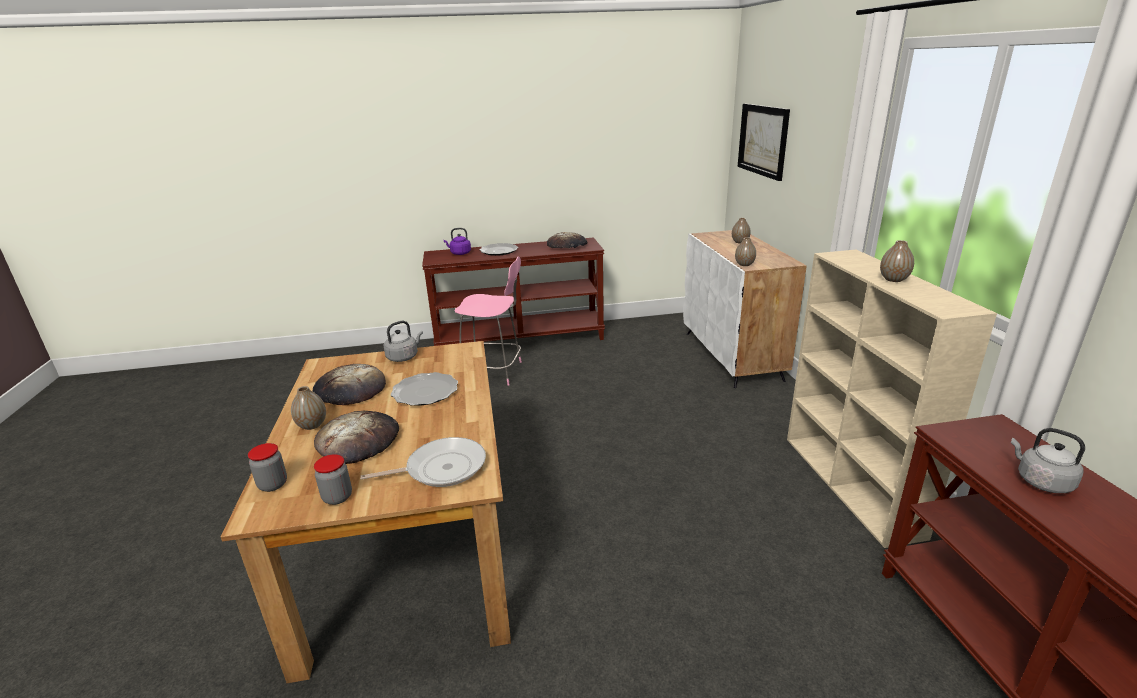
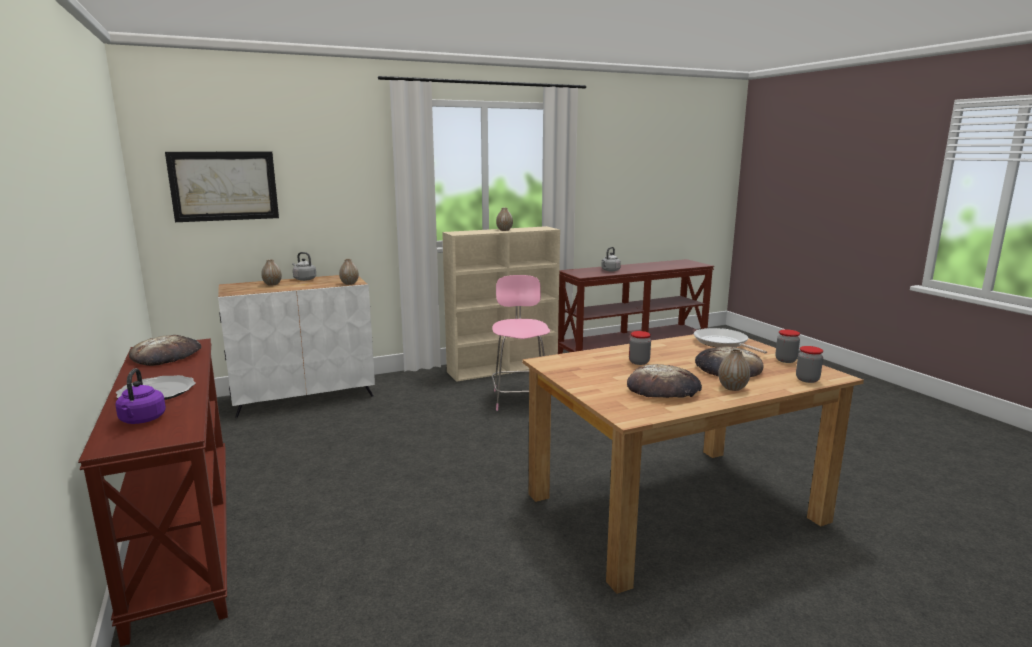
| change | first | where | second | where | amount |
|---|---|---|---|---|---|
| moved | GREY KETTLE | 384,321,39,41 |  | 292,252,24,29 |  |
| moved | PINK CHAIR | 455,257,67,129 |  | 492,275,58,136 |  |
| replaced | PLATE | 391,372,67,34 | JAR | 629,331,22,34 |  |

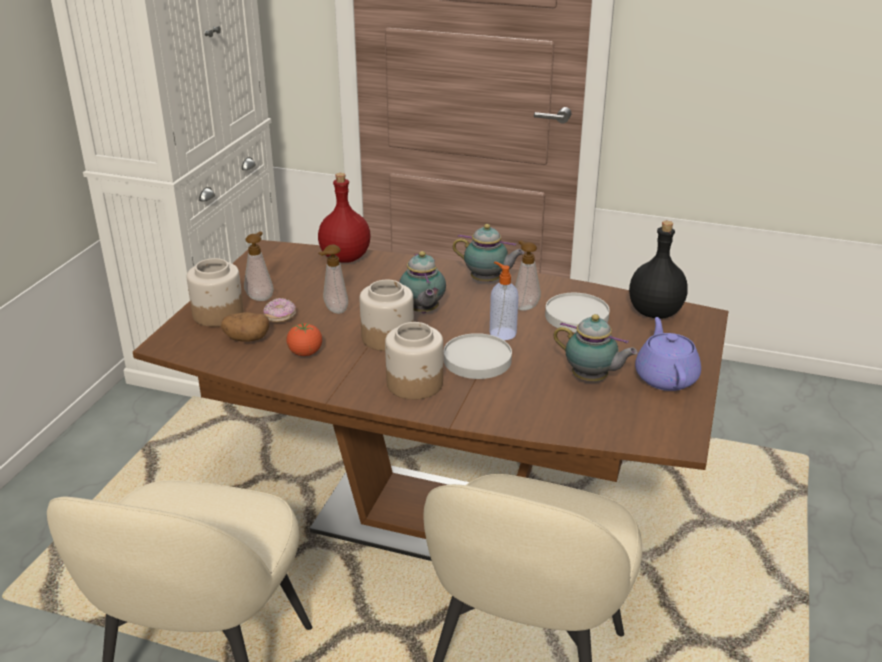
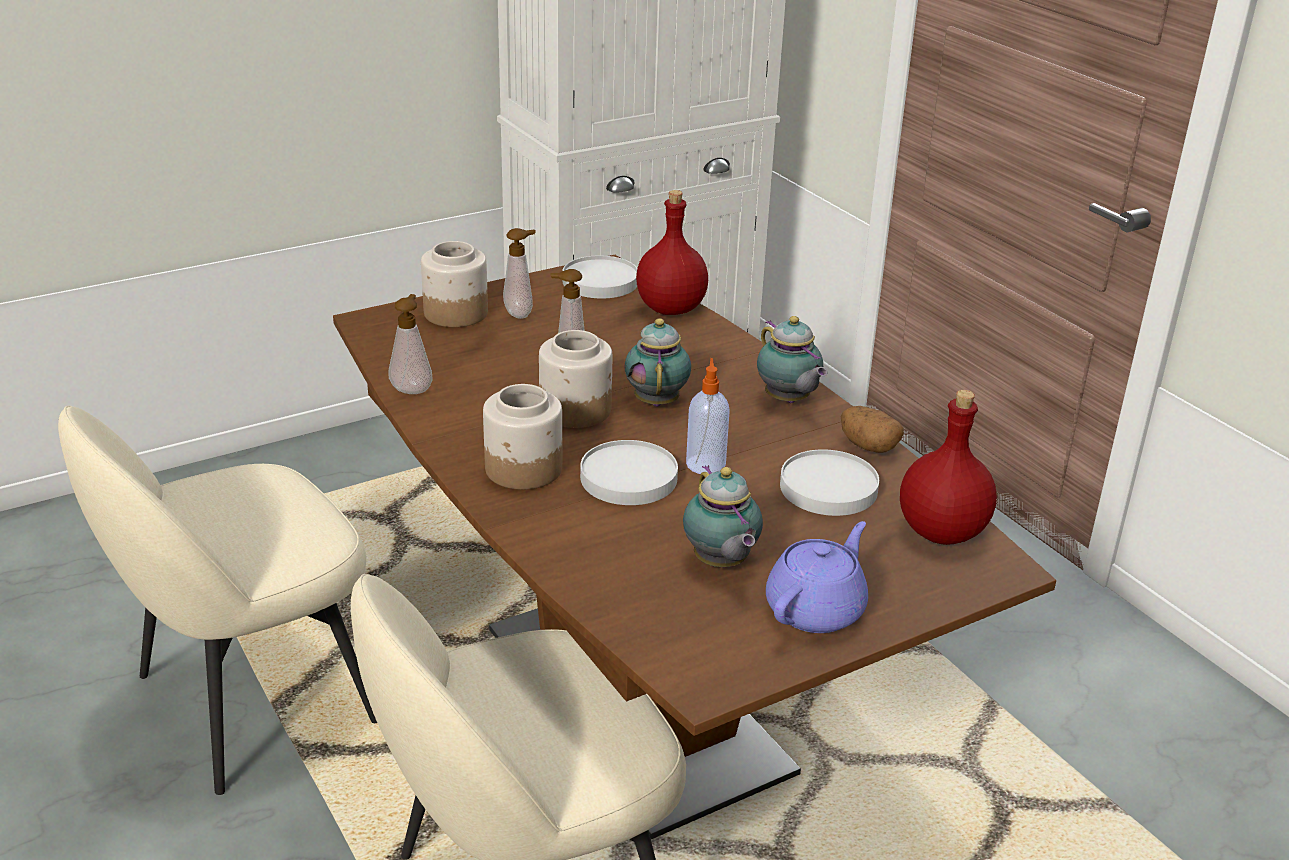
| change | first | where | second | where | amount |
|---|---|---|---|---|---|
| removed | DONUT | 263,298,33,25 |  |  |  |
| removed | TOMATO | 287,323,35,33 |  |  |  |
| added |  |  | WHITE PLATE | 563,255,74,44 |  |
| moved | POTATO | 221,312,48,30 |  | 841,406,63,47 |  |
| moved | SOAP DISPENSER | 515,240,26,71 |  | 389,294,43,100 |  |
| recoloured | BLACK BOTTLE | 629,221,59,98 | RED BOTTLE | 900,390,97,155 |  |
| turned | TEAPOT | 400,251,46,62 |  | 624,318,67,89 | 150 degrees clockwise |

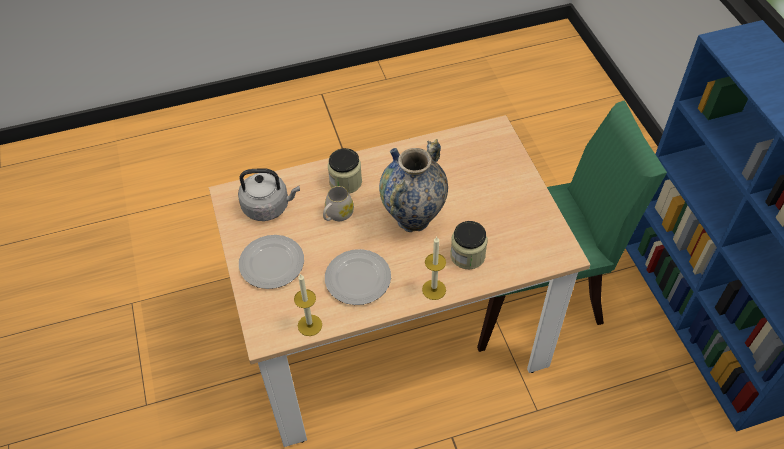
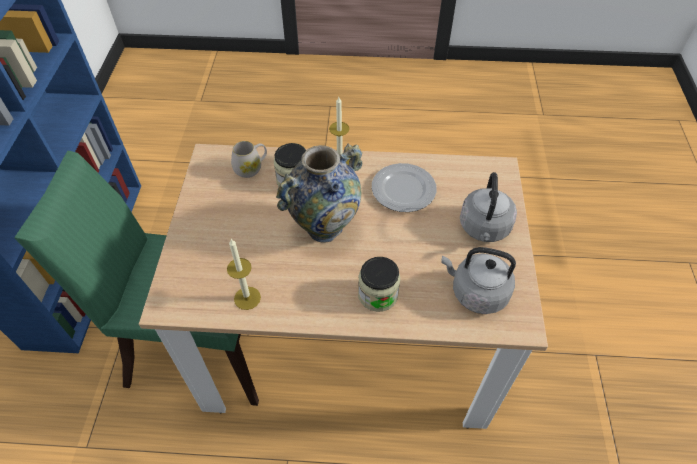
| change | first | where | second | where | amount |
|---|---|---|---|---|---|
| moved | CANDLE | 294,274,28,62 |  | 227,239,34,71 |  |
| moved | WHITE MUG | 323,186,31,35 |  | 231,141,36,37 |  |
| replaced | PLATE | 239,235,65,54 | GREY KETTLE | 460,172,57,70 |  |

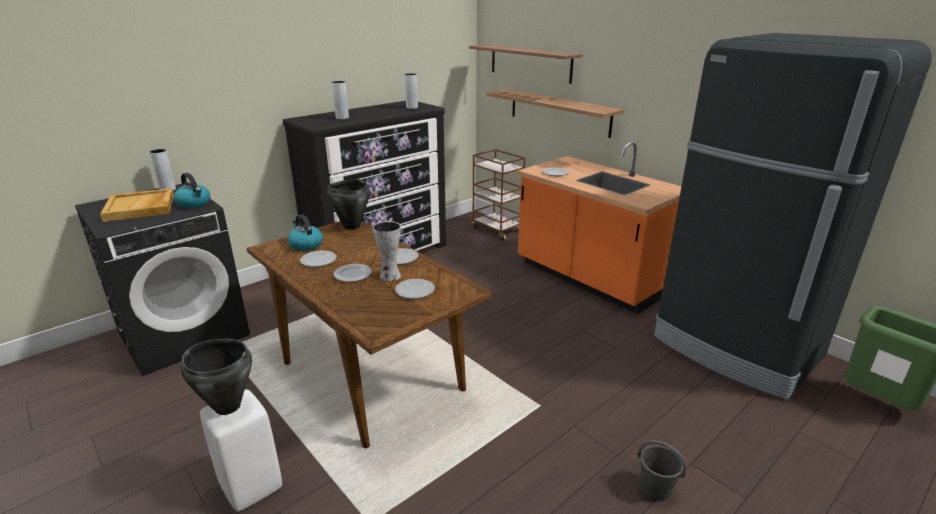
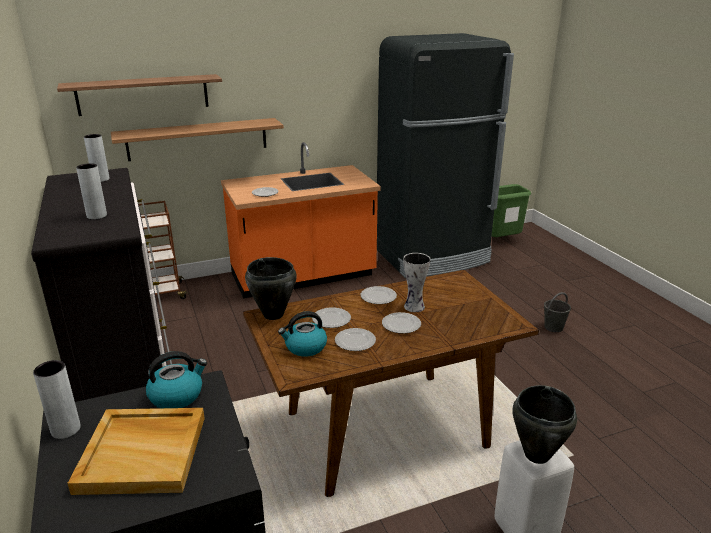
| change | first | where | second | where | amount |
|---|---|---|---|---|---|
| moved | PLATE | 395,279,40,20 |  | 312,307,39,21 |  |

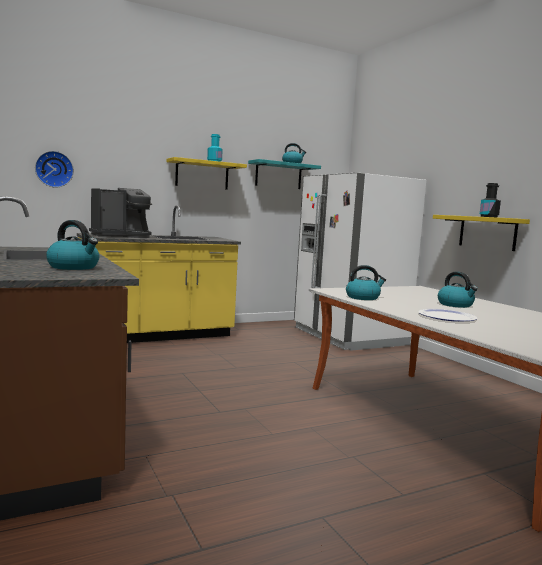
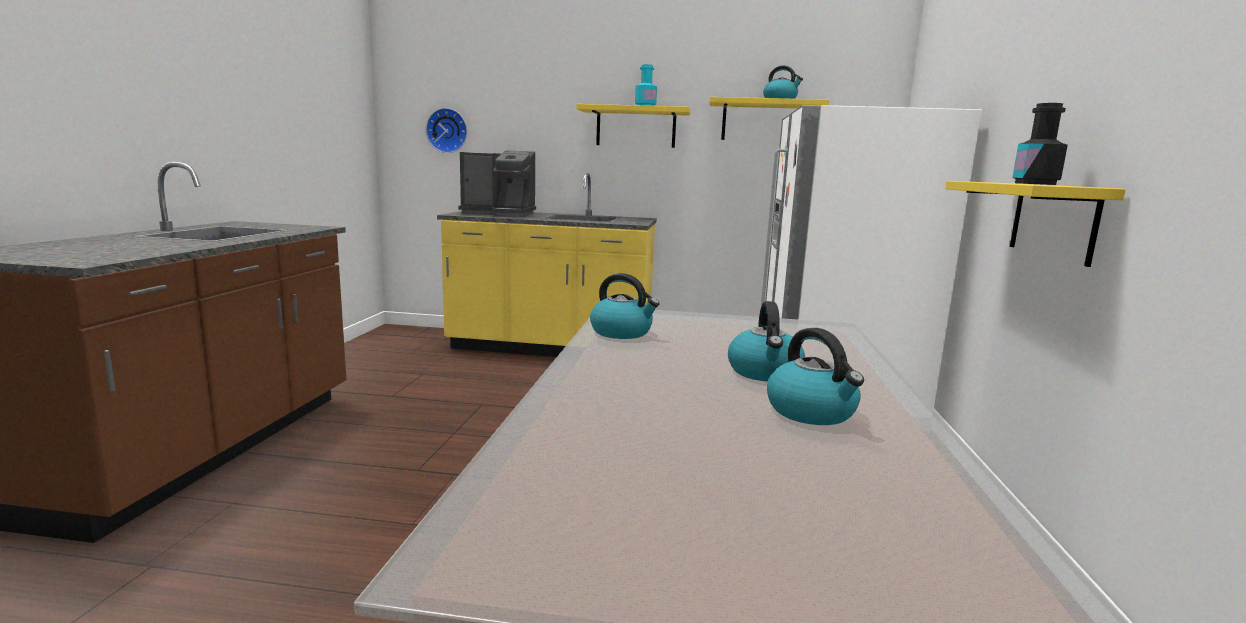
| change | first | where | second | where | amount |
|---|---|---|---|---|---|
| removed | PLATE | 418,309,59,13 |  |  |  |
| moved | KETTLE | 46,220,53,50 |  | 767,328,97,97 |  |
| recoloured | TURQUOISE SHELF | 248,159,73,30 | YELLOW SHELF | 709,97,120,43 |  |

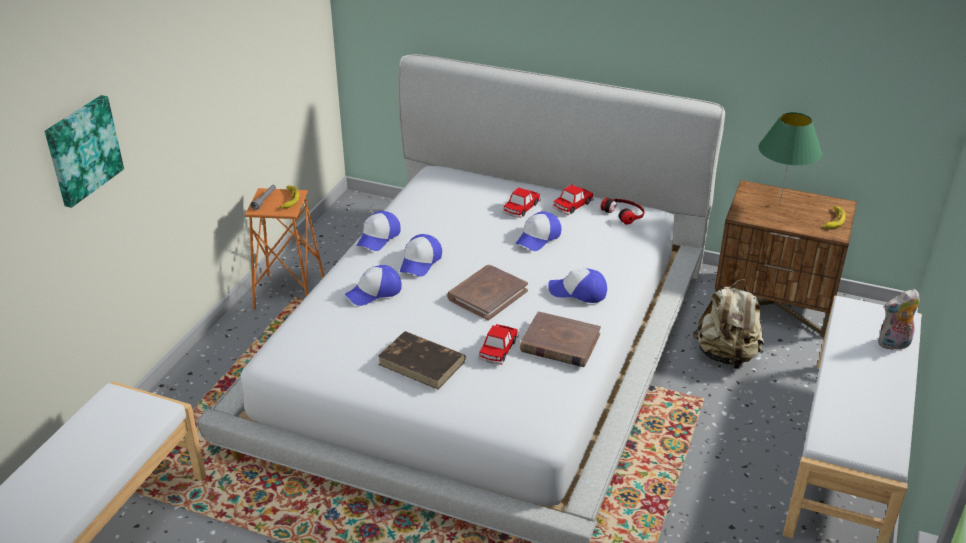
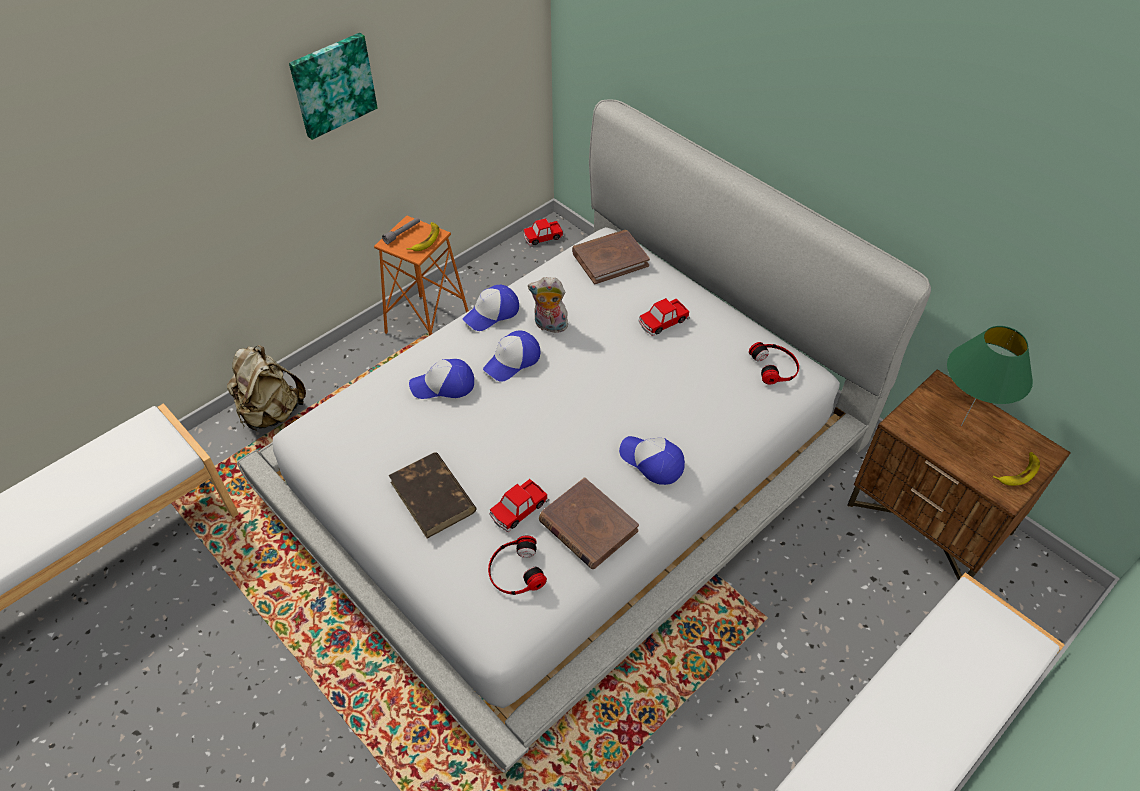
| change | first | where | second | where | amount |
|---|---|---|---|---|---|
| removed | CAP | 516,211,45,40 |  |  |  |
| added |  |  | HEADPHONES | 488,536,59,59 |  |
| moved | PICTURE | 45,95,79,113 |  | 289,33,89,107 |  |
| moved | BROWN BOOK | 447,265,81,55 |  | 572,230,78,54 |  |
| moved | TOY CAR | 552,185,42,30 |  | 523,218,41,28 |  |
| moved | BEIGE BACKPACK | 693,279,71,90 |  | 227,345,79,86 |  |
| moved | PLUSH TOY | 878,289,41,61 |  | 528,277,40,56 |  |

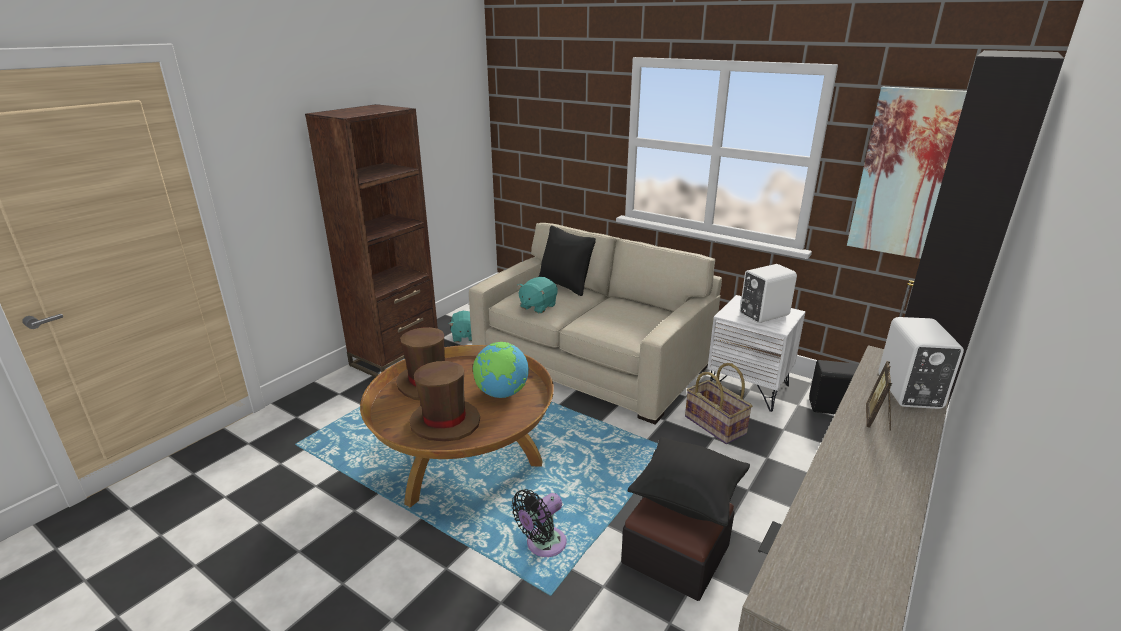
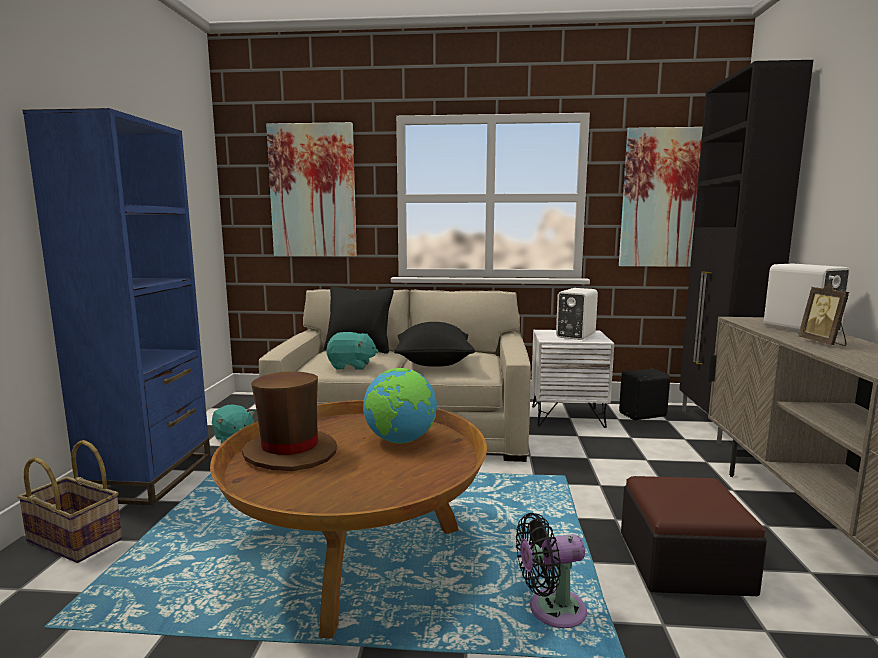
| change | first | where | second | where | amount |
|---|---|---|---|---|---|
| removed | BROWN HAT | 410,361,70,81 |  |  |  |
| added |  |  | PICTURE | 266,122,91,134 |  |
| moved | BLACK PILLOW | 628,437,122,90 |  | 394,322,81,45 |  |
| moved | BASKET | 685,363,67,81 |  | 17,440,105,123 |  |
| recoloured | BROWN BOOKCASE | 305,104,133,273 | BLUE BOOKCASE | 22,108,189,397 |  |
| turned | BLACK FAN | 512,489,54,68 |  | 516,513,71,115 | 60 degrees clockwise |
| turned | TURQUOISE PLUSH TOY | 518,277,40,37 |  | 326,332,53,38 | 90 degrees counterclockwise |

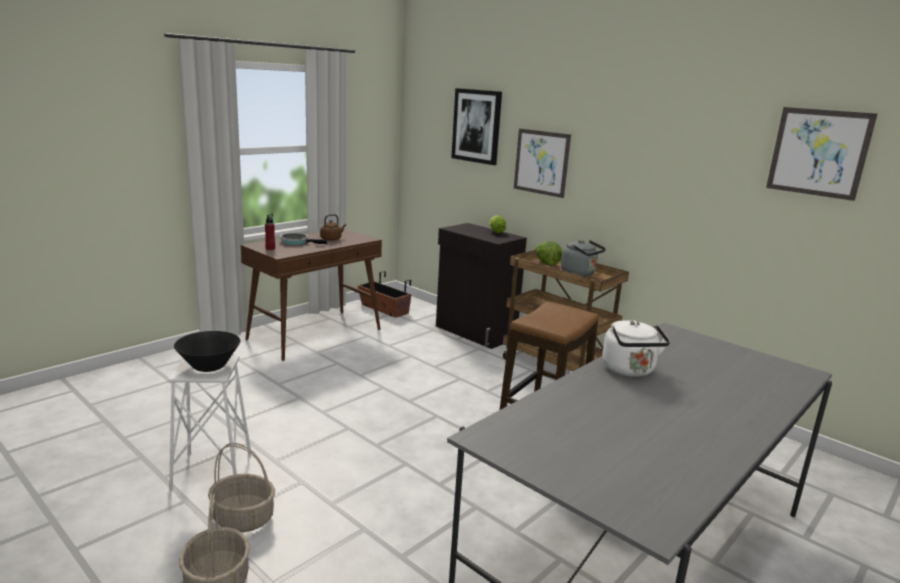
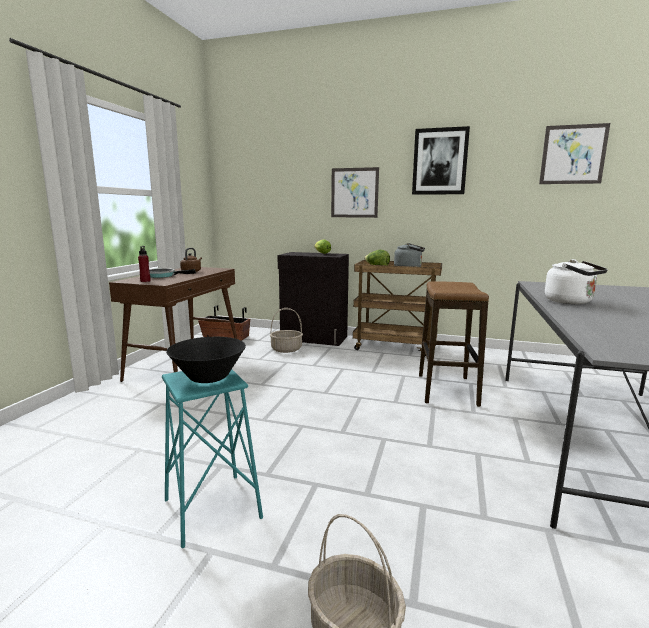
| change | first | where | second | where | amount |
|---|---|---|---|---|---|
| moved | BASKET | 208,443,67,89 |  | 270,308,33,45 |  |
| moved | PICTURE | 451,88,51,77 |  | 412,126,58,69 |  |
| recoloured | WHITE STOOL | 168,356,83,135 | TURQUOISE STOOL | 162,369,101,179 |  |

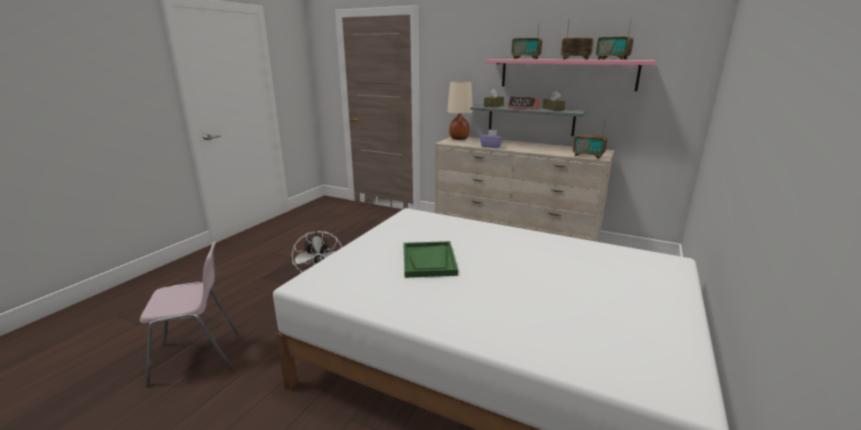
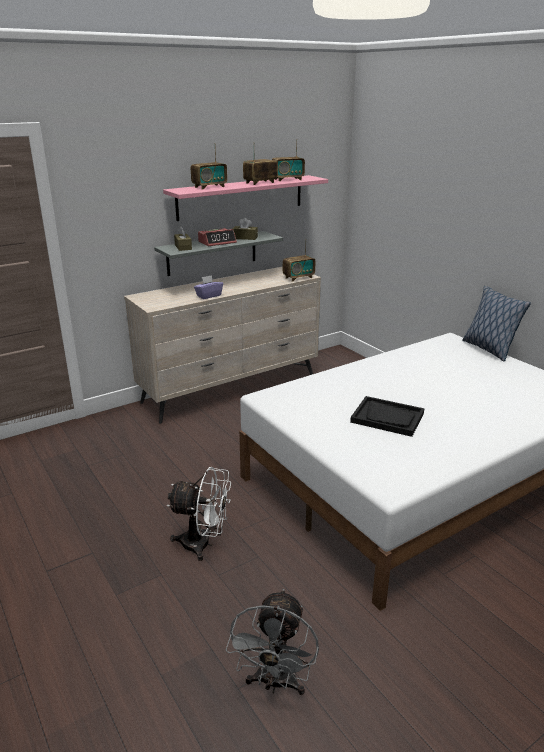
| change | first | where | second | where | amount |
|---|---|---|---|---|---|
| removed | BEIGE TABLE LAMP | 447,81,26,59 |  |  |  |
| added |  |  | PILLOW | 462,286,69,75 |  |
| replaced | PINK CHAIR | 140,242,98,144 | GREY FAN | 226,589,93,106 |  |
| recoloured | GREEN TRAY | 404,241,54,37 | BLACK TRAY | 350,396,74,41 |  |

